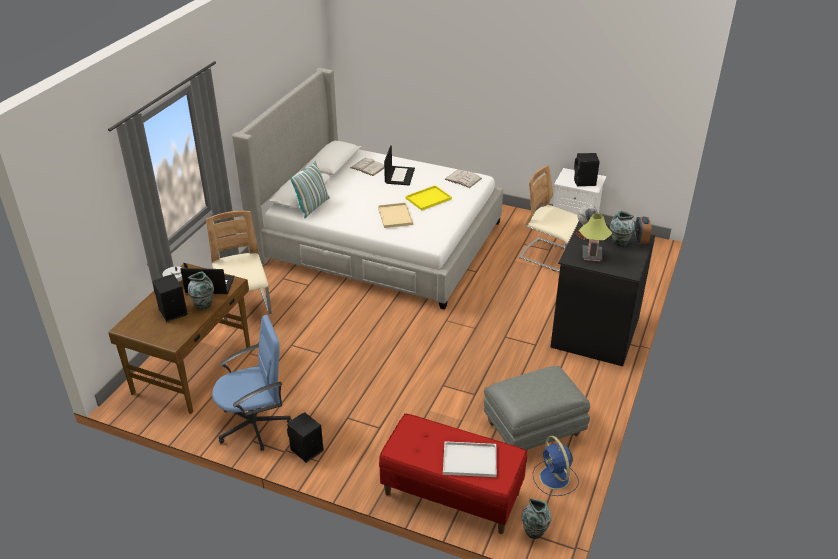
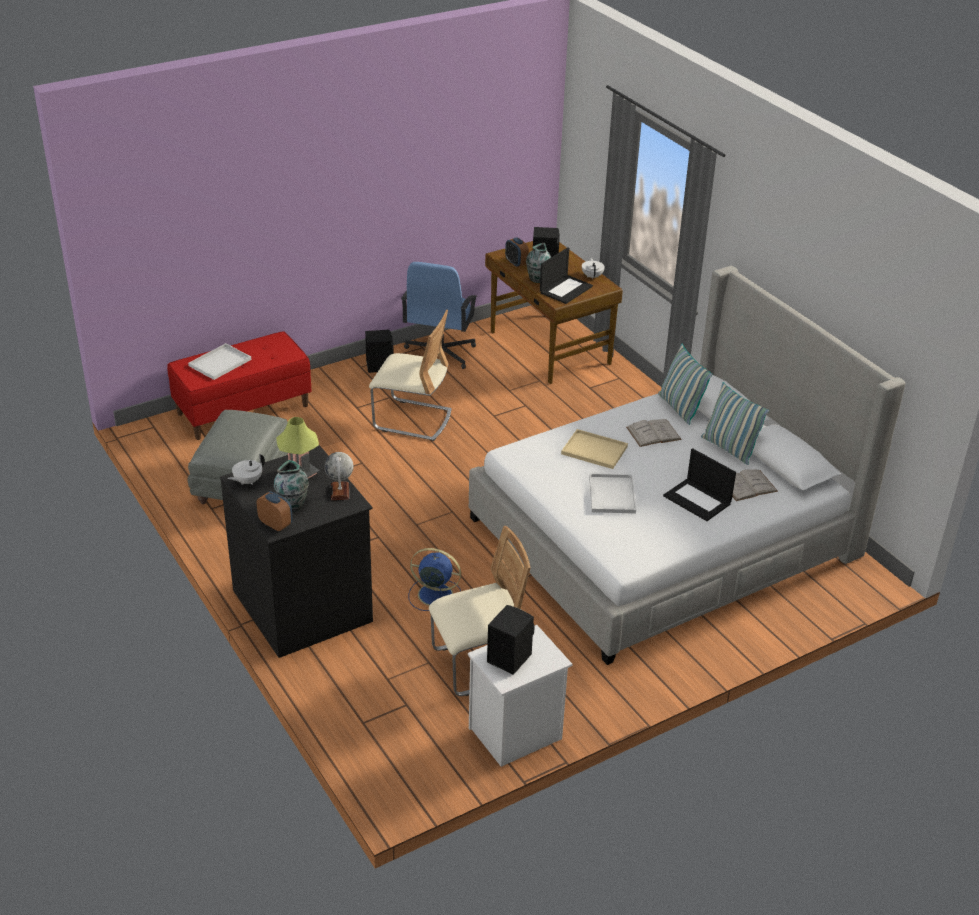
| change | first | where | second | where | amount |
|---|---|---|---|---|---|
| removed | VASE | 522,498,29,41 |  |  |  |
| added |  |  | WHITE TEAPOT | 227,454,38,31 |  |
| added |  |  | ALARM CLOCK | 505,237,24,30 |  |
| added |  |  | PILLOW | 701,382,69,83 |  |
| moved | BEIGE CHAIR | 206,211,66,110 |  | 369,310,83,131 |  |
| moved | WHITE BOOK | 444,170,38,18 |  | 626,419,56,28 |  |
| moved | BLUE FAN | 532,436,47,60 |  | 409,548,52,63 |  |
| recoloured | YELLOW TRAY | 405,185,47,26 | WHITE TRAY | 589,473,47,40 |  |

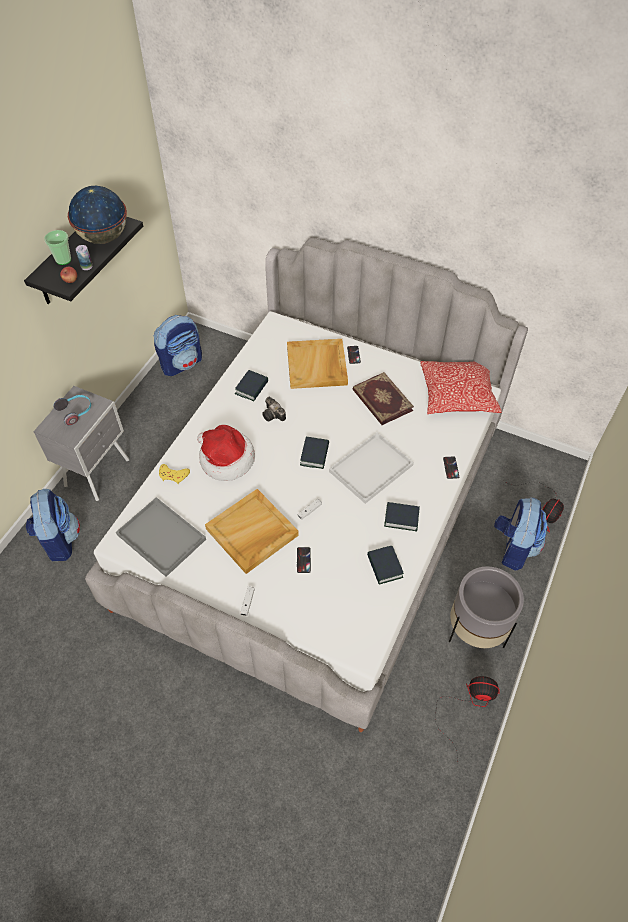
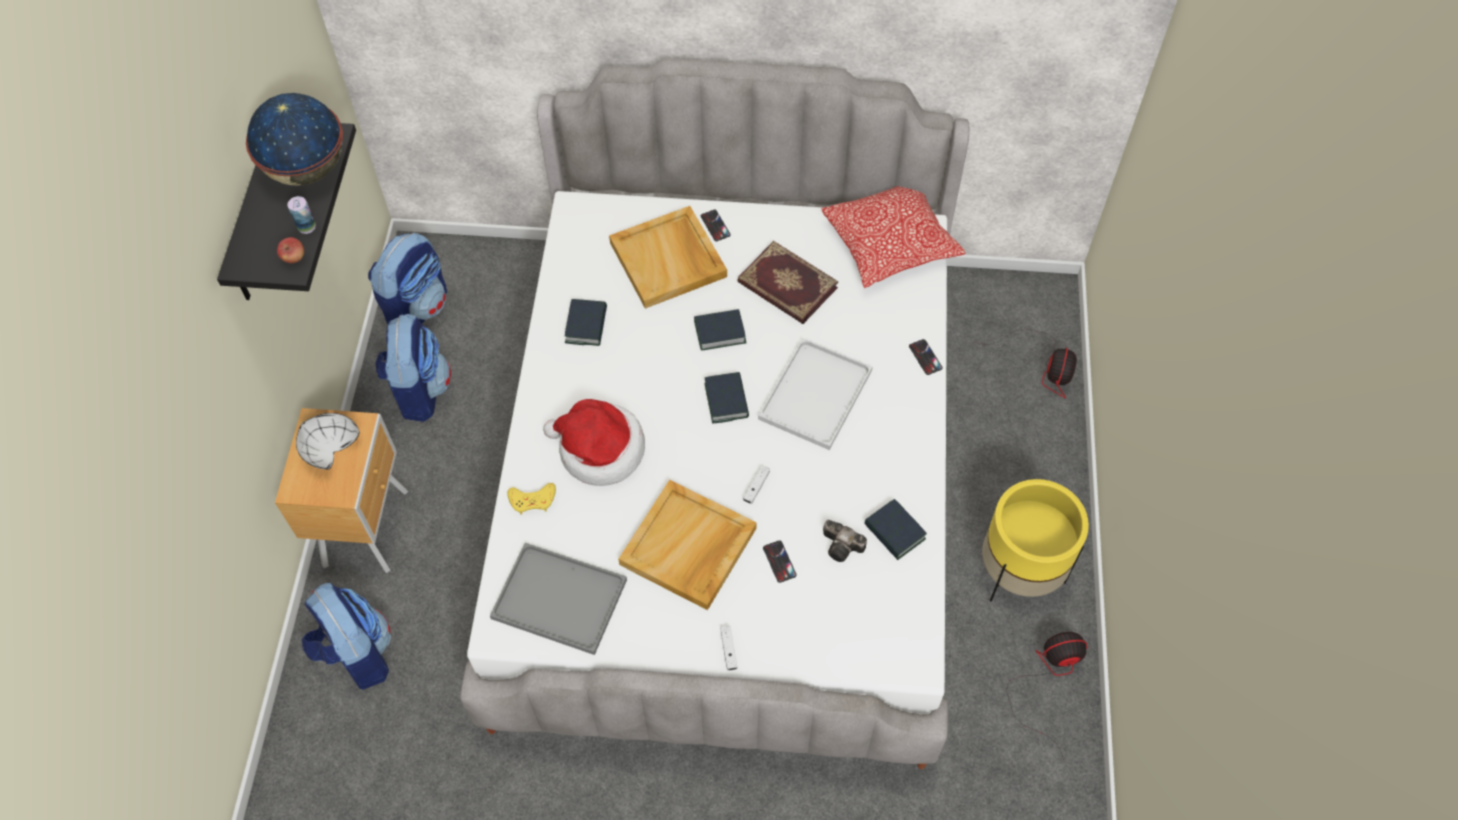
| change | first | where | second | where | amount |
|---|---|---|---|---|---|
| removed | CUP | 44,230,27,35 |  |  |  |
| moved | PHOTO CAMERA | 262,397,24,24 |  | 823,520,44,42 |  |
| moved | BOOK | 384,502,36,29 |  | 694,309,52,41 |  |
| moved | BACKPACK | 494,497,53,74 |  | 376,314,75,108 |  |
| replaced | HEADPHONES | 53,395,38,30 | WHITE BOWL | 296,413,63,57 |  |
| recoloured | GREY NIGHTSTAND | 33,386,96,115 | BROWN NIGHTSTAND | 275,408,133,165 |  |
| recoloured | GREY PLANTER | 449,566,75,82 | YELLOW PLANTER | 982,479,107,123 |  |

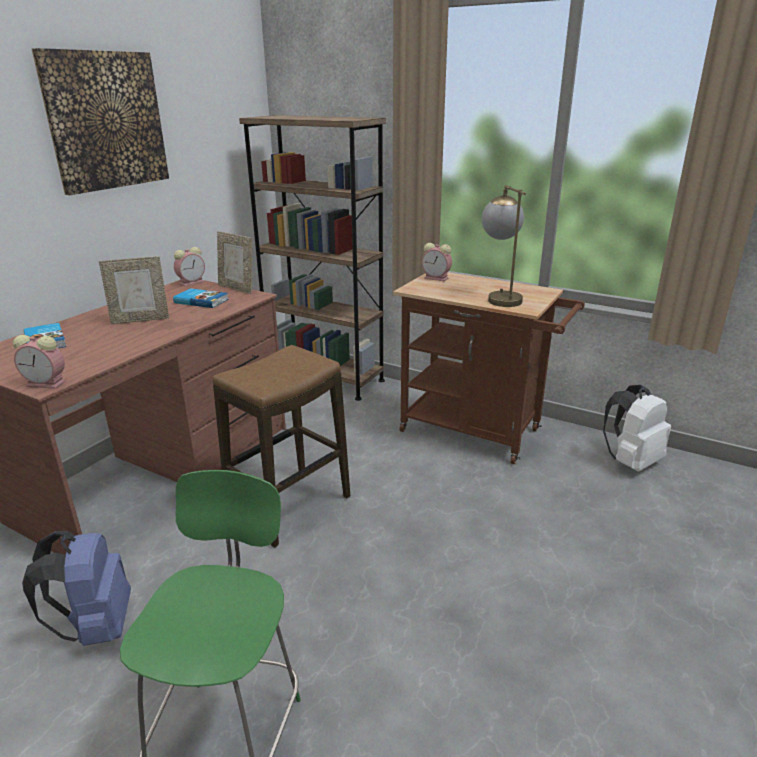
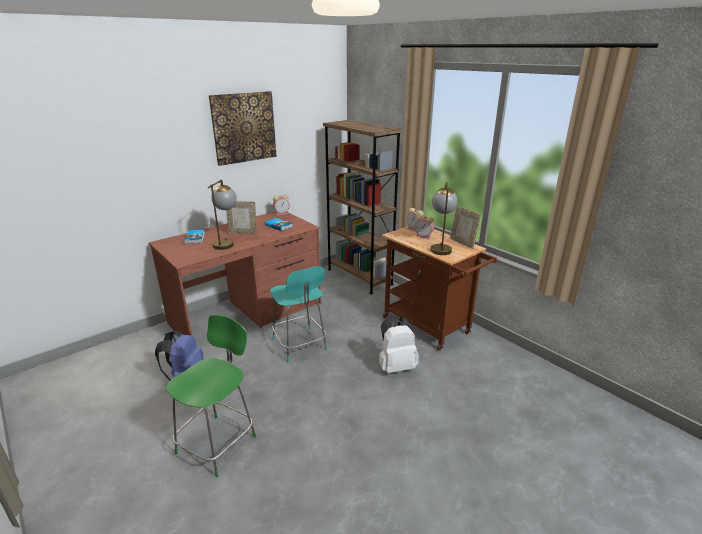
| change | first | where | second | where | amount |
|---|---|---|---|---|---|
| added |  |  | TABLE LAMP | 208,180,29,70 |  |
| moved | ALARM CLOCK | 13,335,52,54 |  | 415,215,19,24 |  |
| moved | PICTURE FRAME | 217,231,35,63 |  | 450,206,31,43 |  |
| moved | WHITE BACKPACK | 603,385,68,87 |  | 379,317,40,56 |  |
| replaced | STOOL | 213,345,137,203 | TURQUOISE CHAIR | 270,266,57,96 |  |

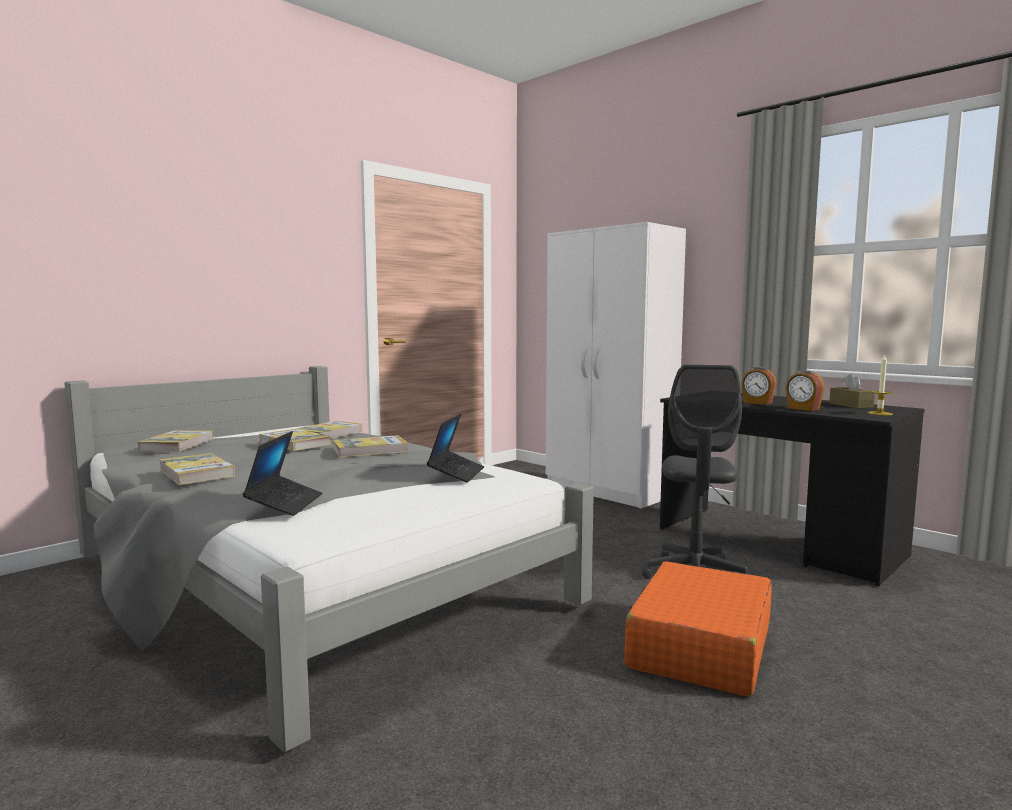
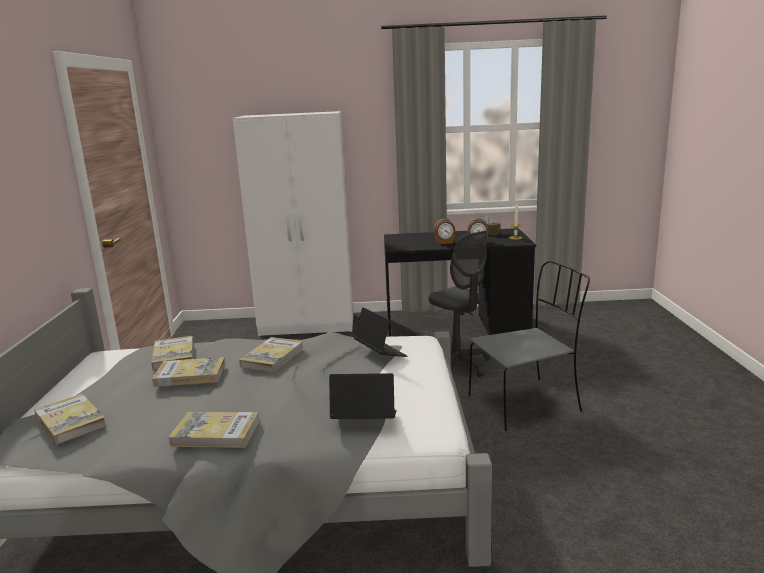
| change | first | where | second | where | amount |
|---|---|---|---|---|---|
| replaced | ORANGE SUITCASE | 625,561,146,136 | GREY CHAIR | 469,261,121,170 |  |
| turned | LAPTOP | 243,431,79,85 |  | 329,373,67,46 | 45 degrees counterclockwise |

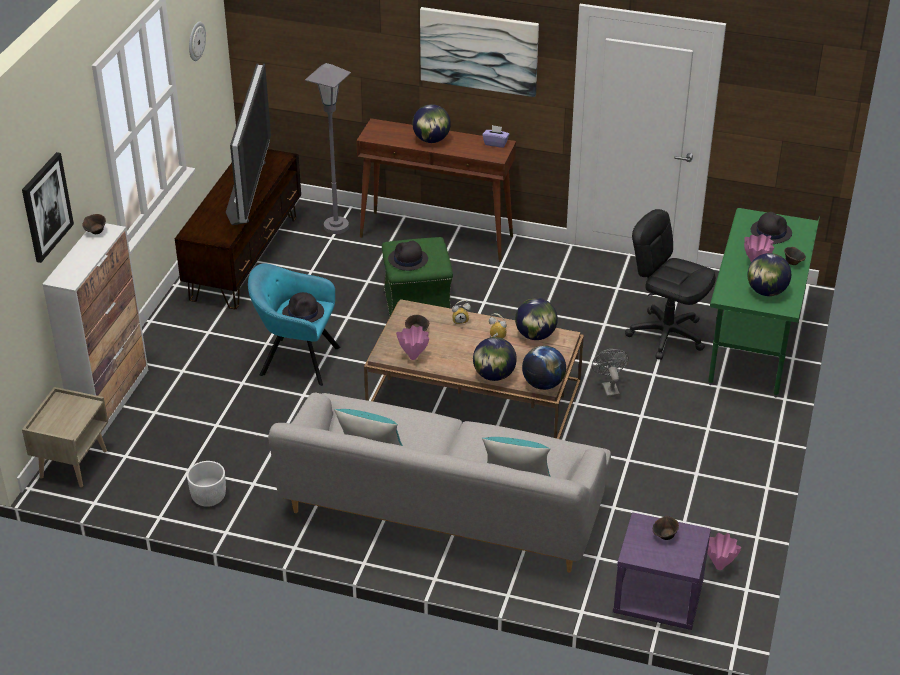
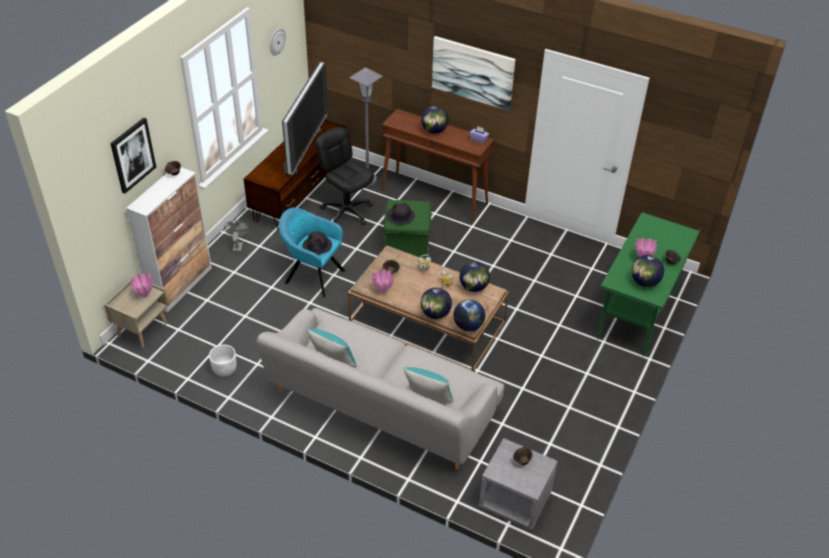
| change | first | where | second | where | amount |
|---|---|---|---|---|---|
| removed | BLACK HAT | 751,212,41,32 |  |  |  |
| moved | GREY FAN | 592,349,37,49 |  | 224,220,25,32 |  |
| moved | BLACK OFFICE CHAIR | 625,209,91,151 |  | 315,127,59,98 |  |
| moved | PINK VASE | 707,533,34,37 |  | 131,273,22,24 |  |
| recoloured | PURPLE NIGHTSTAND | 613,512,98,118 | GREY NIGHTSTAND | 478,438,80,93 |  |

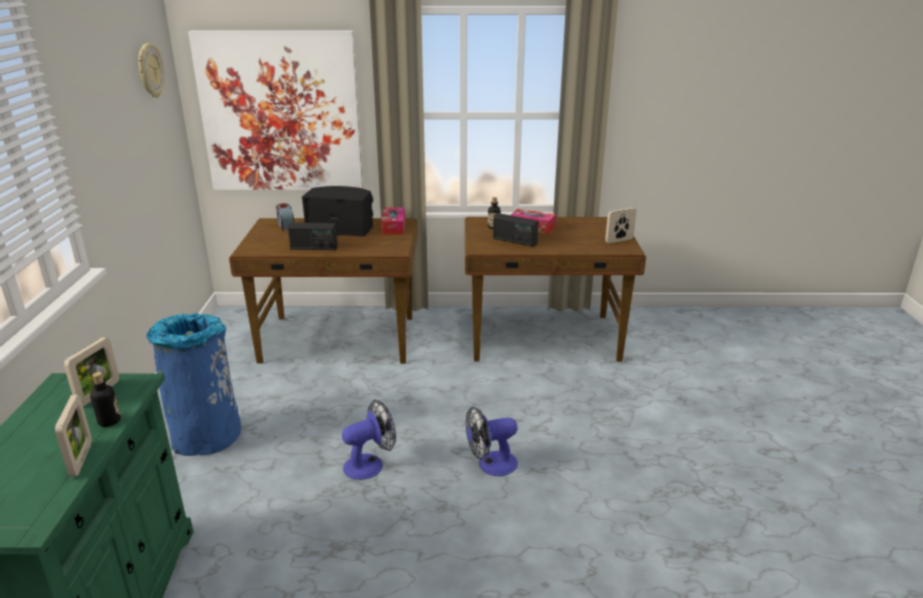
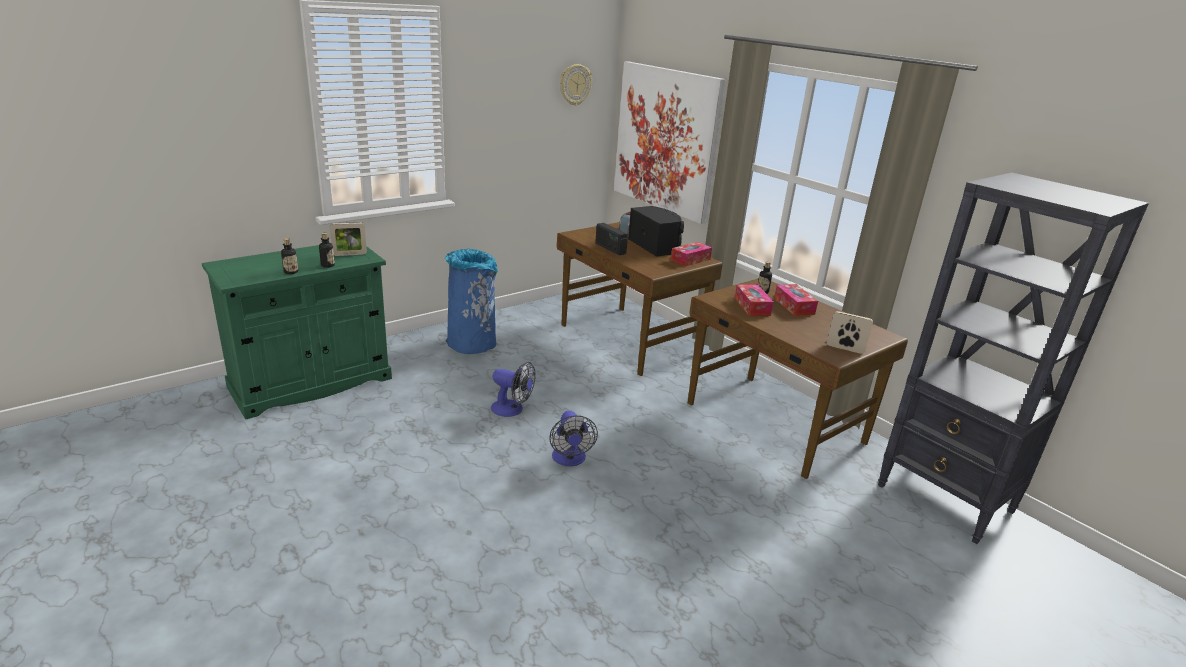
| change | first | where | second | where | amount |
|---|---|---|---|---|---|
| added |  |  | BLACK BOOKCASE | 878,173,271,371 |  |
| replaced | PICTURE FRAME | 55,394,37,83 | BOTTLE | 281,238,17,36 |  |
| replaced | RADIO | 493,213,45,34 | TISSUE BOX | 735,284,39,32 |  |
| turned | FAN | 466,407,52,69 |  | 549,411,49,55 | 135 degrees counterclockwise |

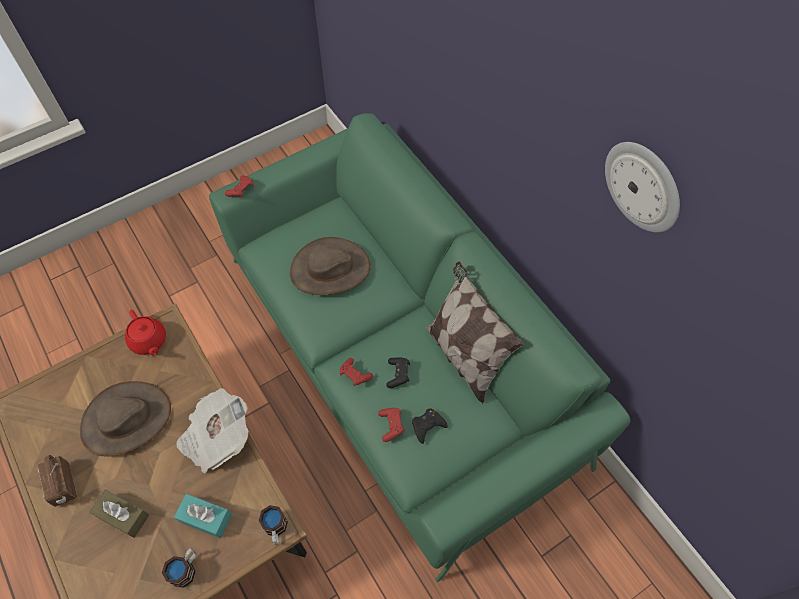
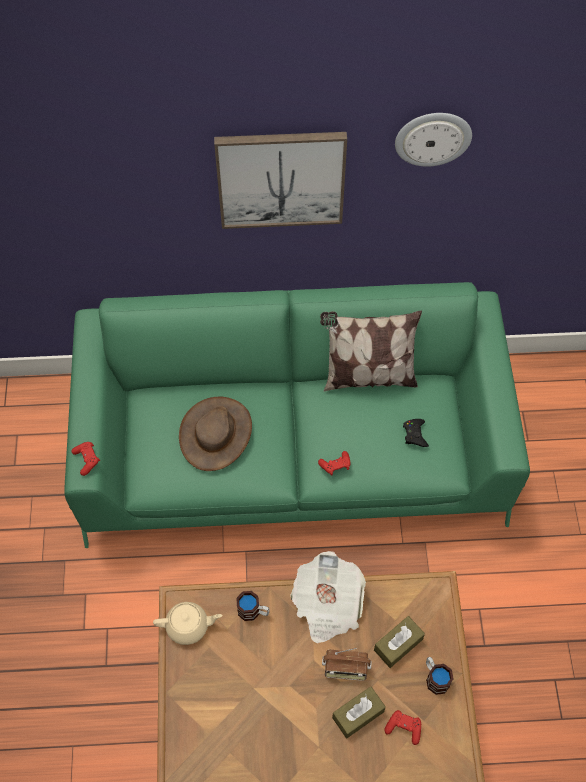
| change | first | where | second | where | amount |
|---|---|---|---|---|---|
| removed | BROWN HAT | 80,381,91,76 |  |  |  |
| removed | BLACK GAME CONTROLLER | 386,358,24,30 |  |  |  |
| added |  |  | PICTURE | 214,132,133,97 |  |
| moved | RADIO | 38,455,39,52 |  | 322,648,49,33 |  |
| moved | MUG | 259,505,29,41 |  | 236,591,34,30 |  |
| moved | RED GAME CONTROLLER | 378,408,27,34 |  | 385,710,36,35 |  |
| recoloured | RED TEAPOT | 125,310,41,45 | BEIGE TEAPOT | 153,602,70,43 |  |
| recoloured | TURQUOISE TISSUE BOX | 174,494,58,44 | BROWN TISSUE BOX | 374,616,51,52 |  |

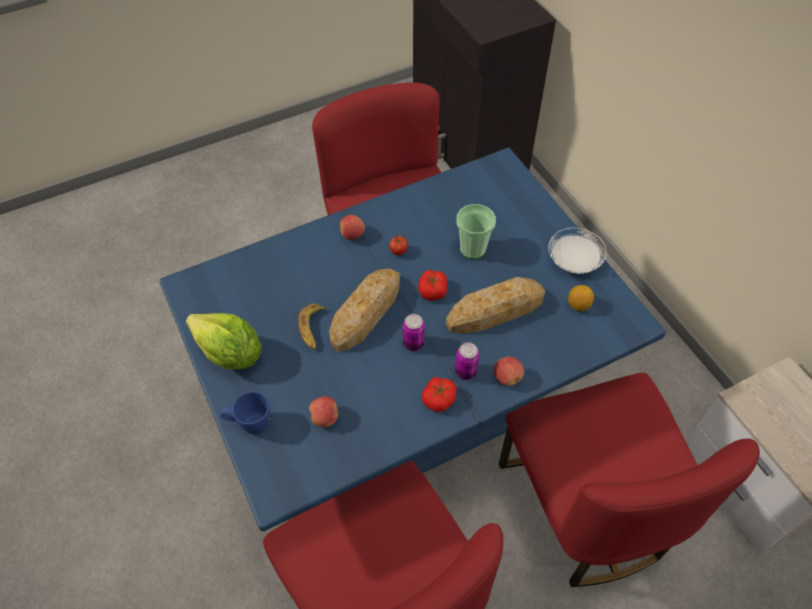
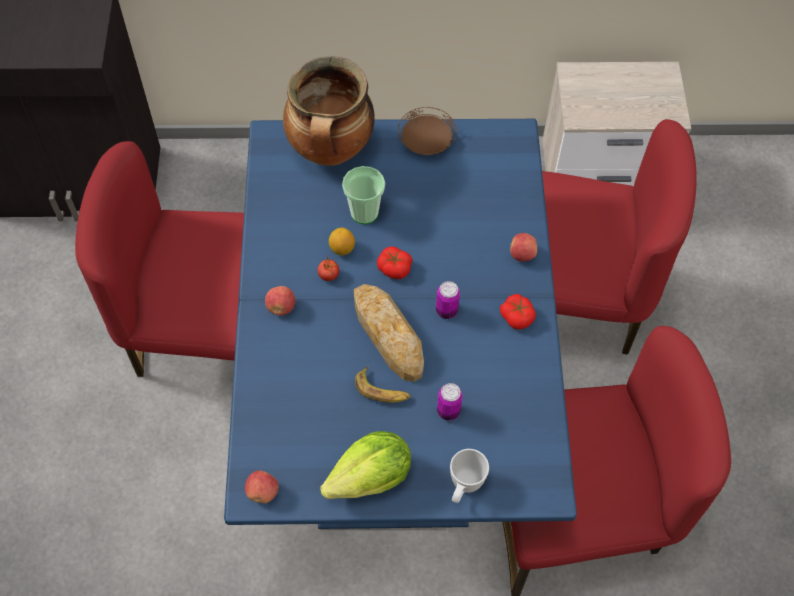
| change | first | where | second | where | amount |
|---|---|---|---|---|---|
| removed | BREAD | 446,277,99,56 |  |  |  |
| added |  |  | COOKING POT | 283,56,91,110 |  |
| moved | APPLE | 309,396,30,31 |  | 245,470,33,33 |  |
| moved | CAN | 455,342,24,38 |  | 437,383,26,38 |  |
| moved | LEMON | 568,285,26,26 |  | 329,228,26,27 |  |
| recoloured | BLUE MUG | 220,391,51,43 | WHITE MUG | 450,449,39,54 |  |
| recoloured | WHITE PLATE | 548,228,59,46 | BROWN PLATE | 398,107,59,48 |  |

